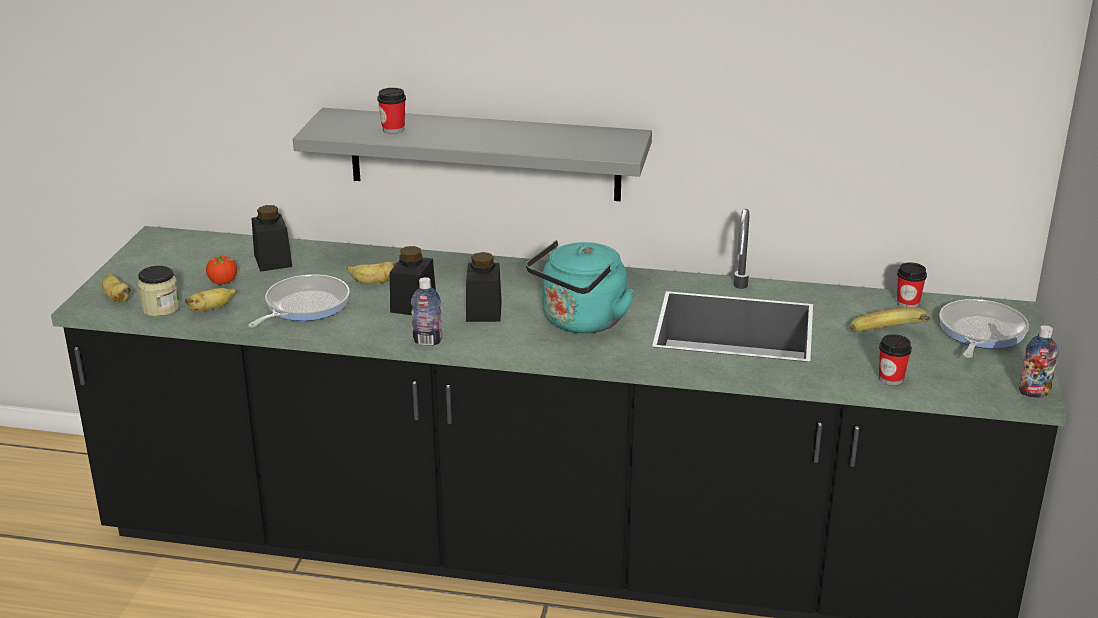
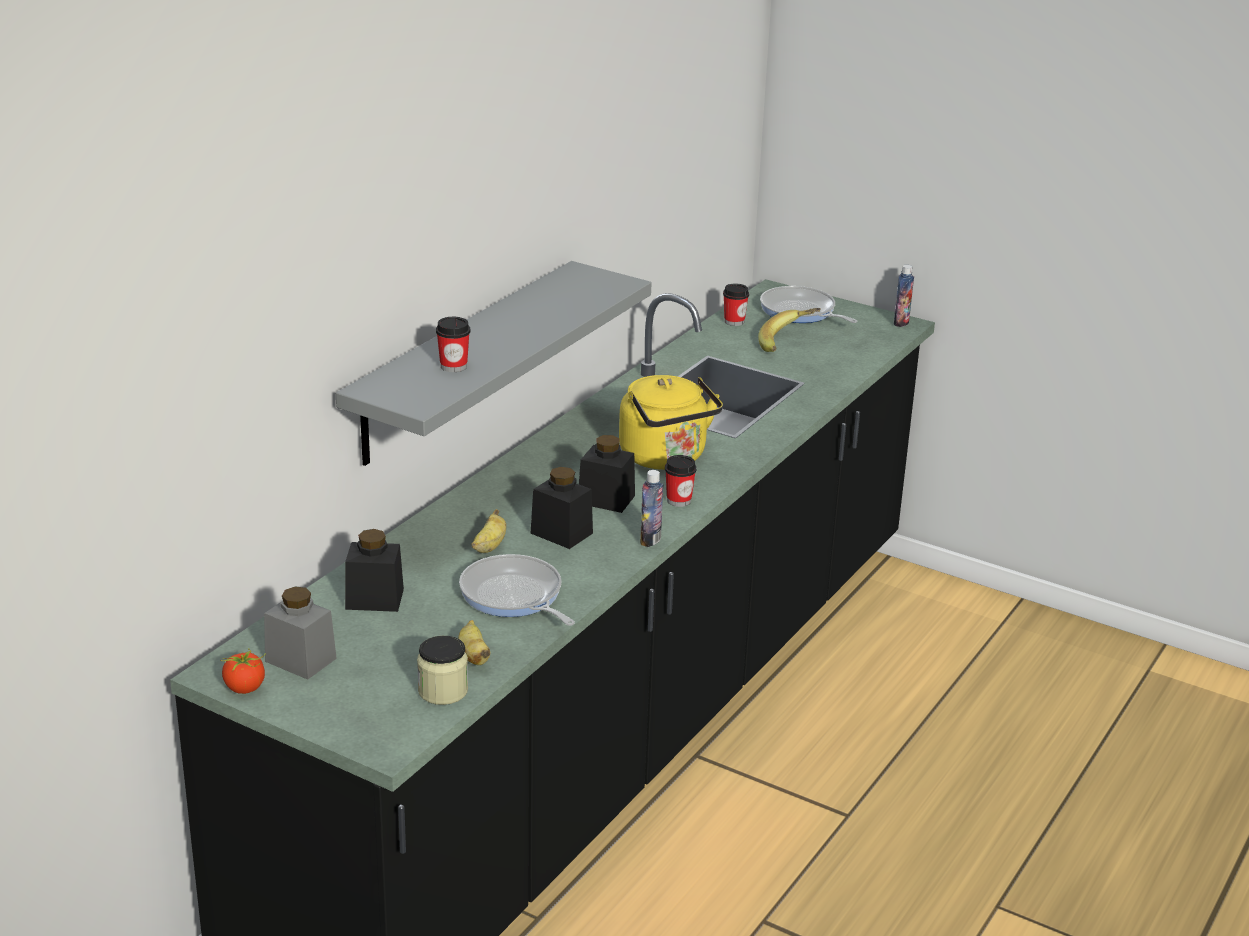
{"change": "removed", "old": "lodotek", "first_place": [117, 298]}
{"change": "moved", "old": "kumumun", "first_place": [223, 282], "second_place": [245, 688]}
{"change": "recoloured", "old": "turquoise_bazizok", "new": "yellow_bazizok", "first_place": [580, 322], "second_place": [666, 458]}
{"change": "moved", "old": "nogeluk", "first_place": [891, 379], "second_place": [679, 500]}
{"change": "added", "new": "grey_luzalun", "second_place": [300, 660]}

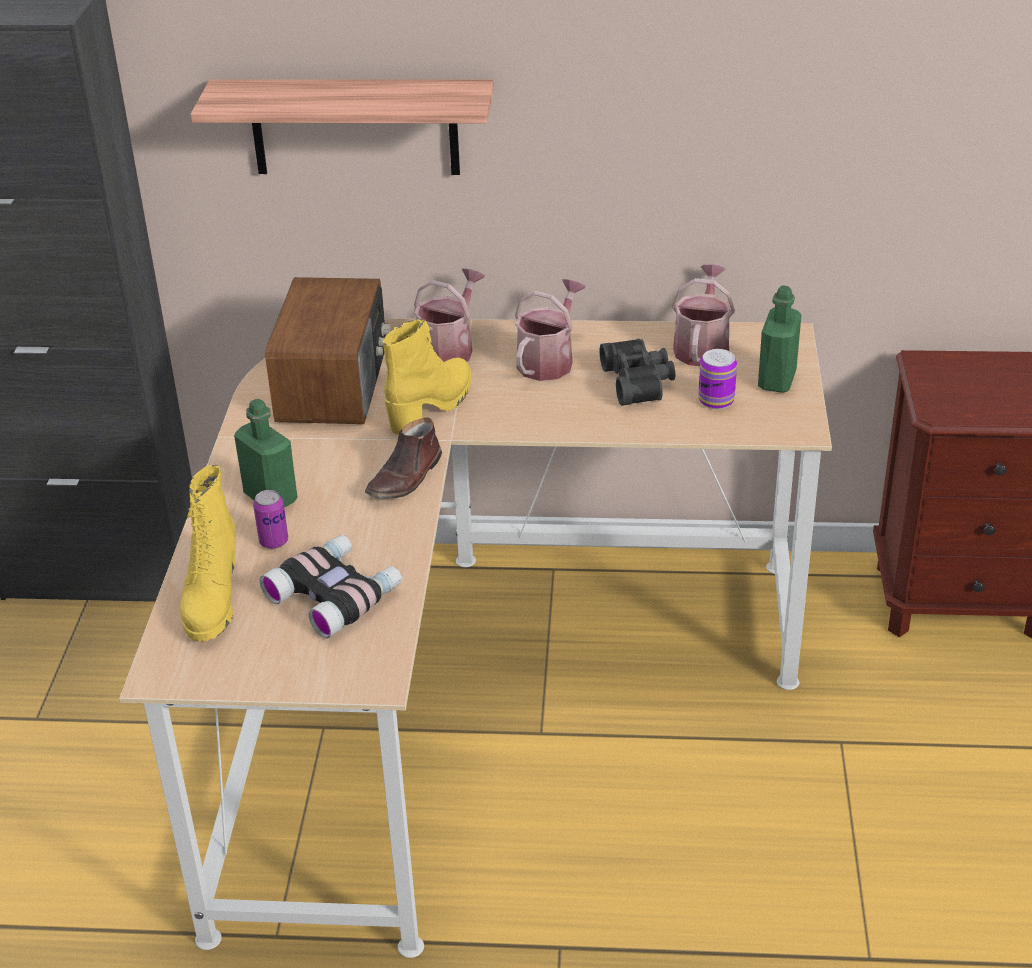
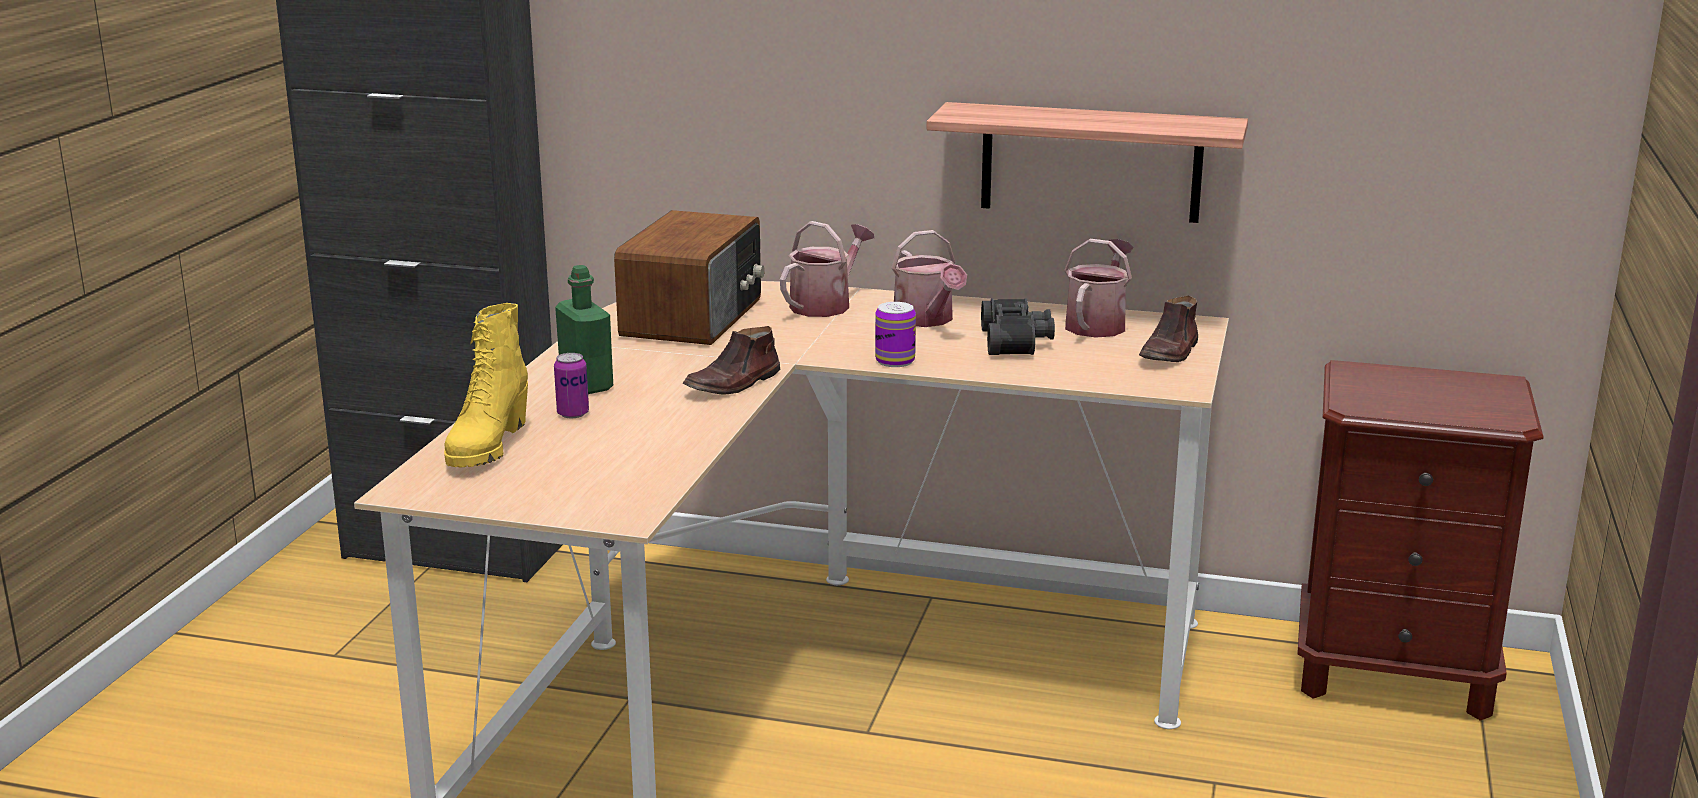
{"change": "moved", "old": "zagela", "first_place": [354, 126], "second_place": [1091, 162]}
{"change": "removed", "old": "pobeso", "first_place": [336, 594]}
{"change": "removed", "old": "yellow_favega", "first_place": [432, 406]}
{"change": "turned", "old": "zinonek", "first_place": [548, 360], "second_place": [926, 320], "degrees": 120}
{"change": "moved", "old": "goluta", "first_place": [716, 400], "second_place": [895, 361]}
{"change": "replaced", "old": "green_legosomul", "new": "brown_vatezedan", "first_place": [777, 380], "second_place": [1170, 352]}

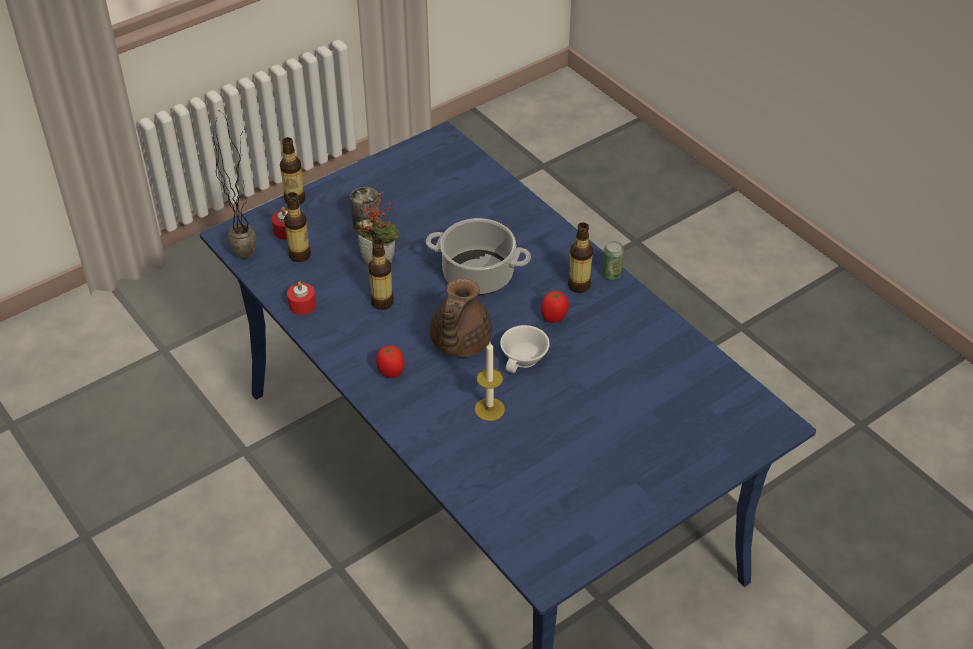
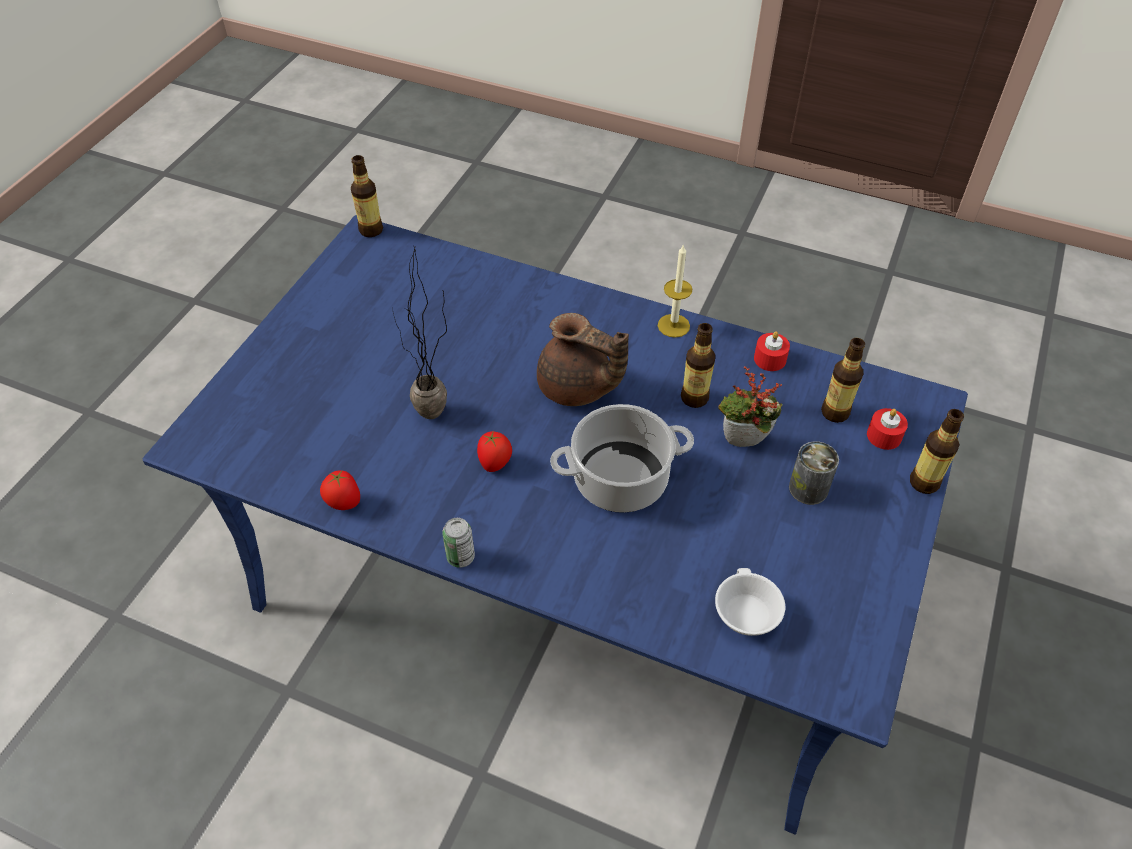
{"change": "moved", "old": "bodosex", "first_place": [246, 249], "second_place": [435, 421]}
{"change": "moved", "old": "kumumun", "first_place": [390, 372], "second_place": [343, 503]}
{"change": "turned", "old": "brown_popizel", "first_place": [459, 343], "second_place": [577, 388], "degrees": 135}
{"change": "moved", "old": "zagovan", "first_place": [489, 409], "second_place": [673, 325]}
{"change": "moved", "old": "white_nogeluk", "first_place": [525, 359], "second_place": [743, 615]}
{"change": "moved", "old": "legosomul", "first_place": [579, 285], "second_place": [371, 230]}

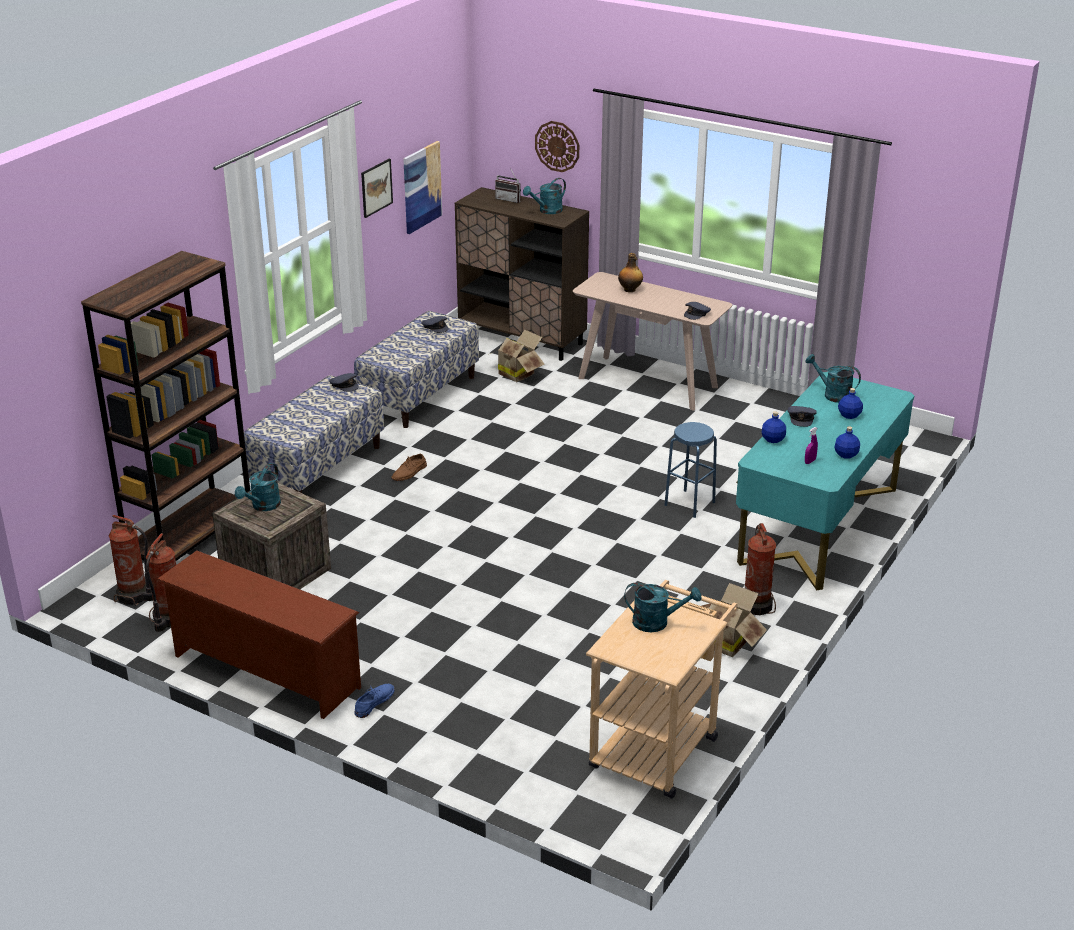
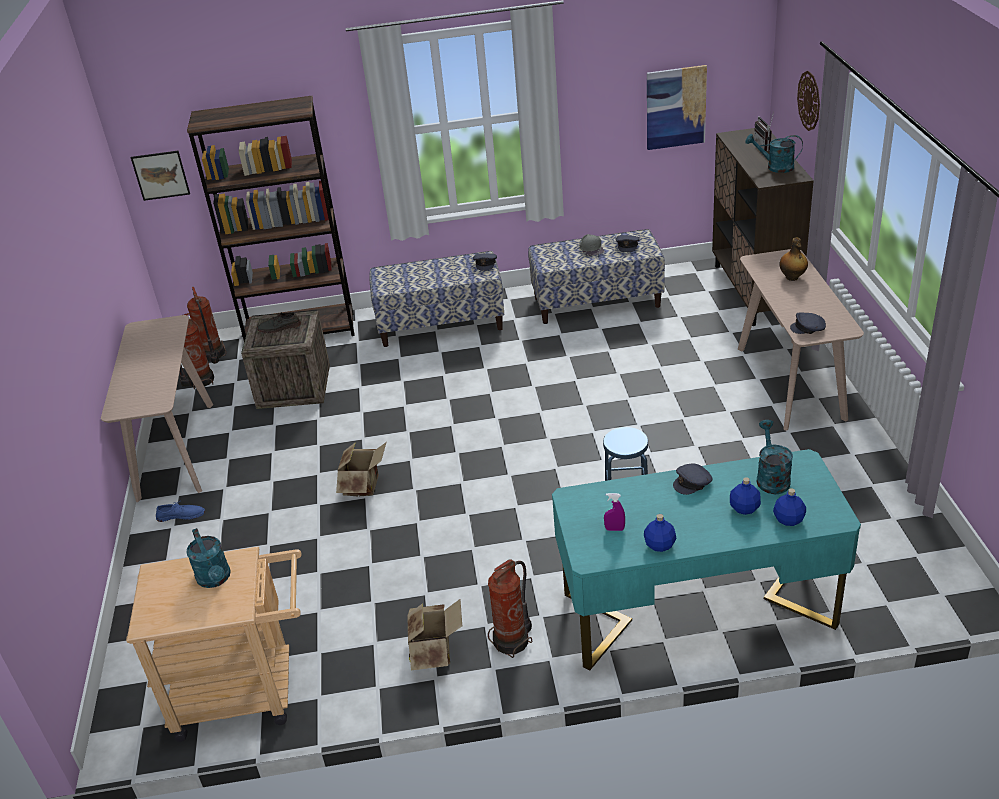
{"change": "replaced", "old": "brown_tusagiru", "new": "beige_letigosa", "first_place": [264, 672], "second_place": [175, 450]}
{"change": "replaced", "old": "turquoise_zinonek", "new": "grey_vatezedan", "first_place": [263, 506], "second_place": [279, 327]}
{"change": "moved", "old": "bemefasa", "first_place": [376, 187], "second_place": [161, 175]}
{"change": "removed", "old": "brown_vatezedan", "first_place": [409, 472]}
{"change": "moved", "old": "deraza", "first_place": [517, 373], "second_place": [364, 485]}
{"change": "moved", "old": "blue_legosomul", "first_place": [773, 439], "second_place": [789, 520]}
{"change": "added", "new": "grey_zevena", "second_place": [591, 248]}

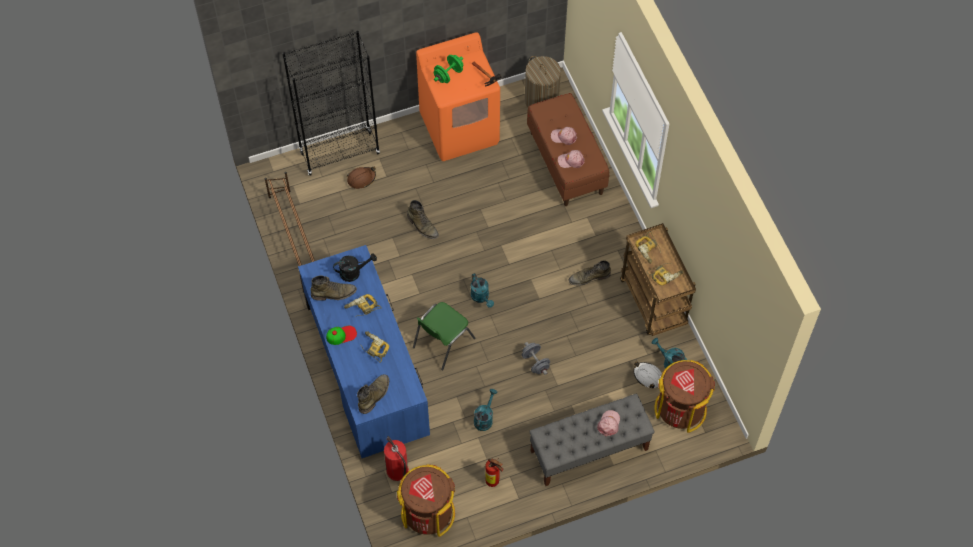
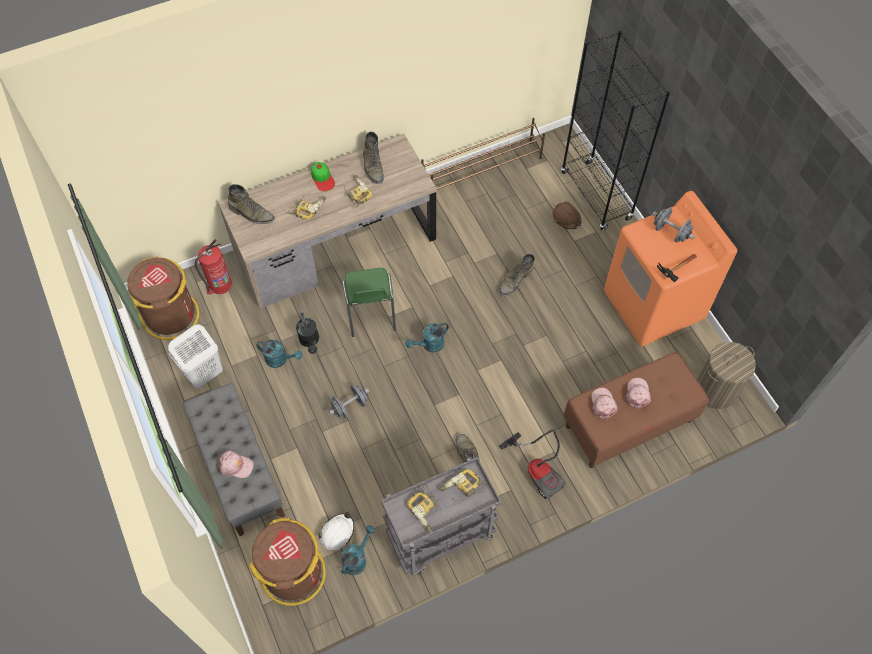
{"change": "recoloured", "old": "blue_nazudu", "new": "brown_nazudu", "first_place": [366, 369], "second_place": [335, 246]}
{"change": "moved", "old": "black_zinonek", "first_place": [354, 272], "second_place": [310, 341]}
{"change": "turned", "old": "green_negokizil", "first_place": [442, 343], "second_place": [370, 312], "degrees": -135}
{"change": "recoloured", "old": "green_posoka", "new": "grey_posoka", "first_place": [448, 75], "second_place": [670, 232]}
{"change": "replaced", "old": "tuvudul", "new": "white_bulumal", "first_place": [494, 482], "second_place": [204, 374]}
{"change": "recoloured", "old": "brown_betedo", "new": "grey_betedo", "first_place": [654, 303], "second_place": [440, 536]}
{"change": "added", "new": "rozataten", "second_place": [538, 470]}

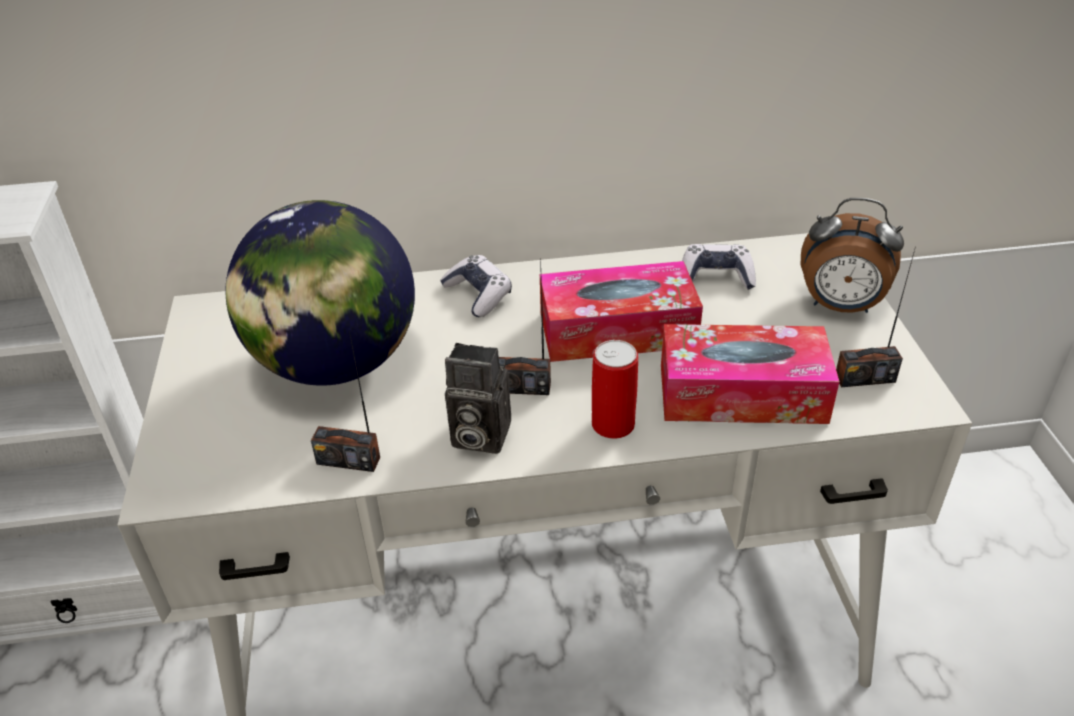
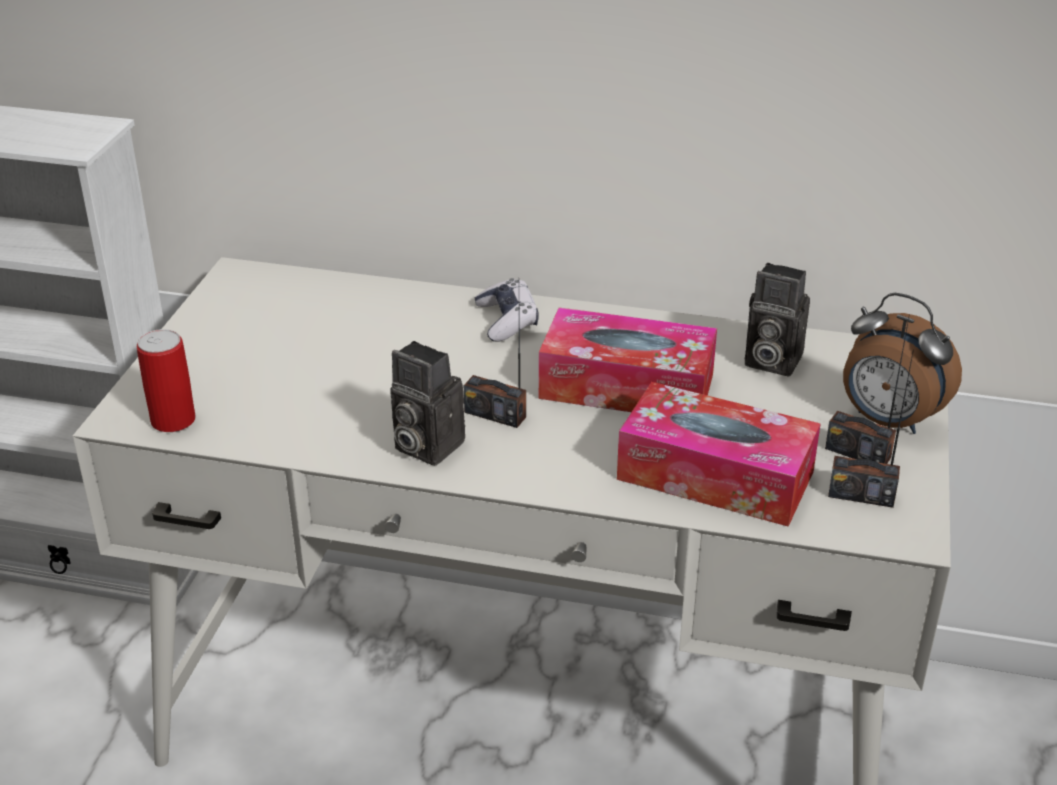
{"change": "removed", "old": "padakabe", "first_place": [335, 364]}
{"change": "moved", "old": "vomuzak", "first_place": [348, 460], "second_place": [858, 453]}
{"change": "moved", "old": "goluta", "first_place": [613, 424], "second_place": [173, 420]}
{"change": "replaced", "old": "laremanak", "new": "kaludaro", "first_place": [716, 277], "second_place": [769, 361]}

